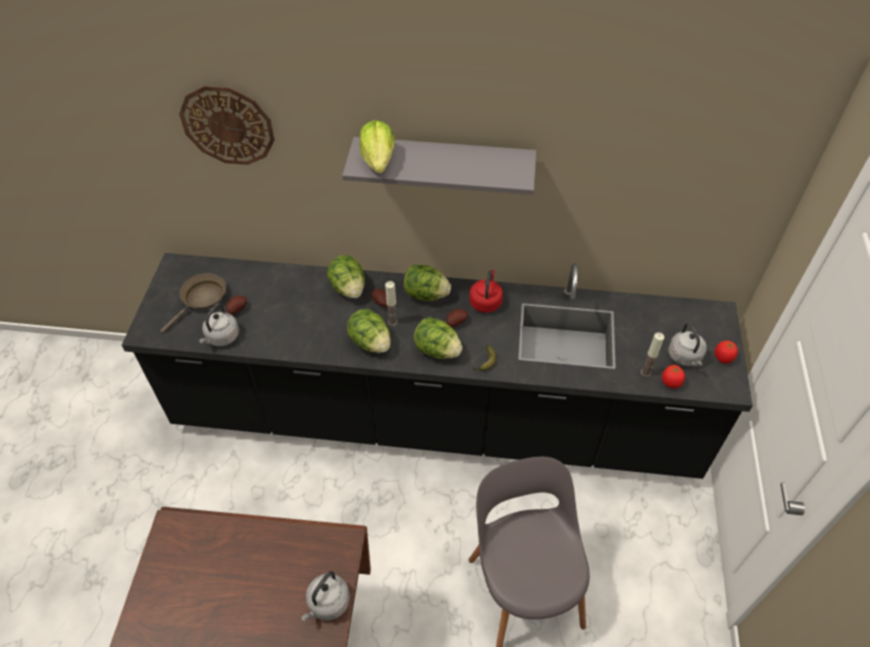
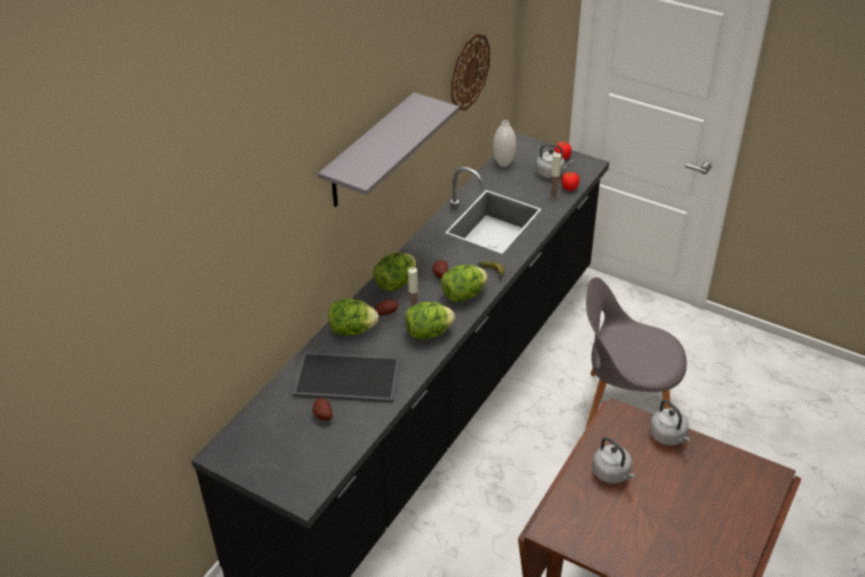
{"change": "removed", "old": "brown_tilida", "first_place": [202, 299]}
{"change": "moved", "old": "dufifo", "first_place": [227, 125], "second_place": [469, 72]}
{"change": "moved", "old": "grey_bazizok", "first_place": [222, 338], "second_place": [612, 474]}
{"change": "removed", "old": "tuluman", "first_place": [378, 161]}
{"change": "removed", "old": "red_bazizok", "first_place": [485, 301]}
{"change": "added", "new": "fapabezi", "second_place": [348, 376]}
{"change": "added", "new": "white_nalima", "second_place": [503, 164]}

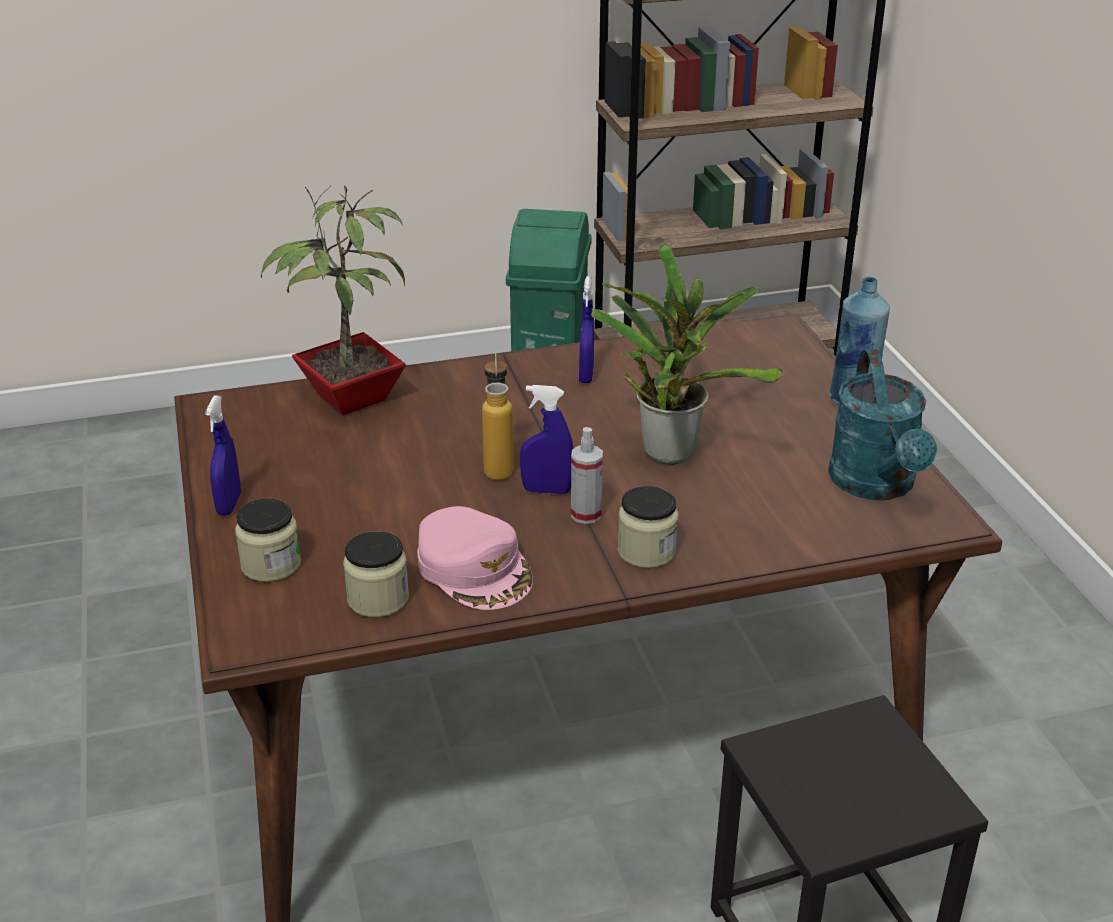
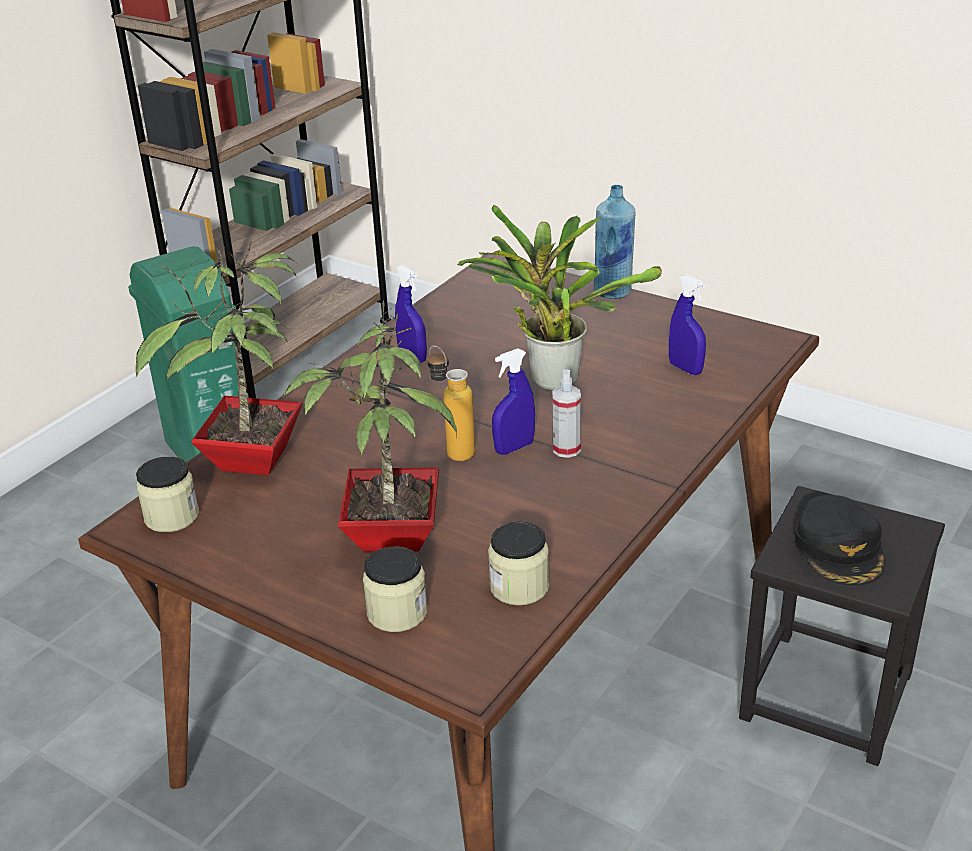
{"change": "moved", "old": "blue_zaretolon", "first_place": [229, 505], "second_place": [685, 368]}
{"change": "removed", "old": "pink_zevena", "first_place": [475, 568]}
{"change": "moved", "old": "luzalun", "first_place": [646, 551], "second_place": [172, 516]}
{"change": "removed", "old": "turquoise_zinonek", "first_place": [876, 486]}
{"change": "added", "new": "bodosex", "second_place": [388, 536]}
{"change": "added", "new": "black_zevena", "second_place": [840, 549]}

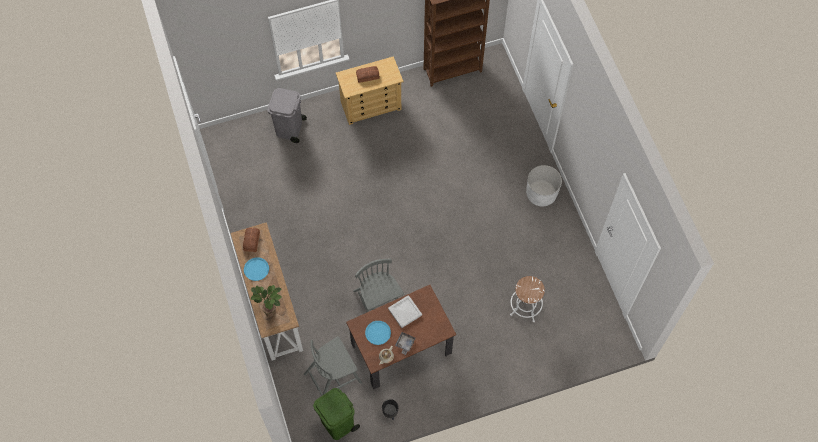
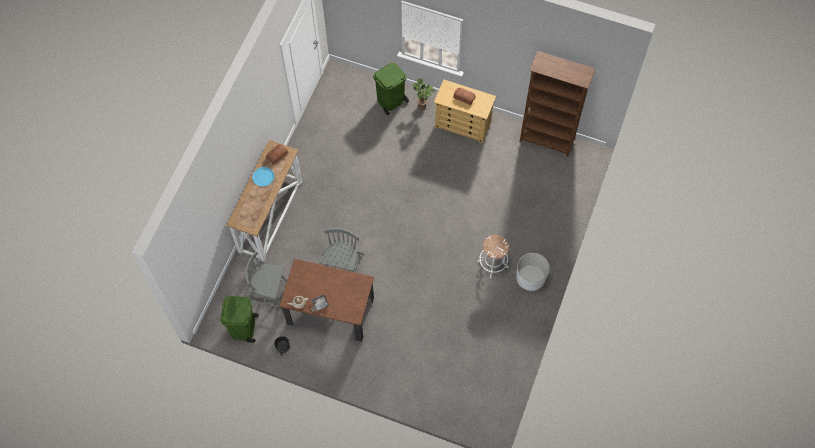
{"change": "moved", "old": "bodosex", "first_place": [272, 311], "second_place": [423, 107]}
{"change": "recoloured", "old": "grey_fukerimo", "new": "green_fukerimo", "first_place": [289, 129], "second_place": [390, 101]}
{"change": "removed", "old": "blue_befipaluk", "first_place": [378, 333]}
{"change": "removed", "old": "white_fapabezi", "first_place": [405, 312]}
{"change": "moved", "old": "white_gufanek", "first_place": [525, 307], "second_place": [493, 264]}

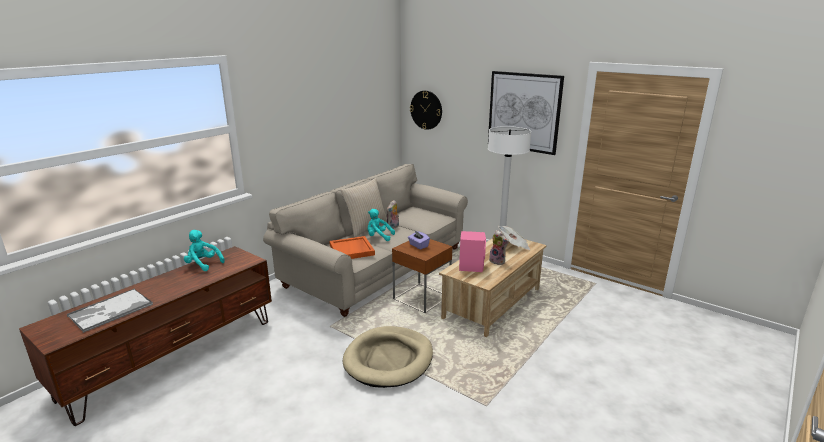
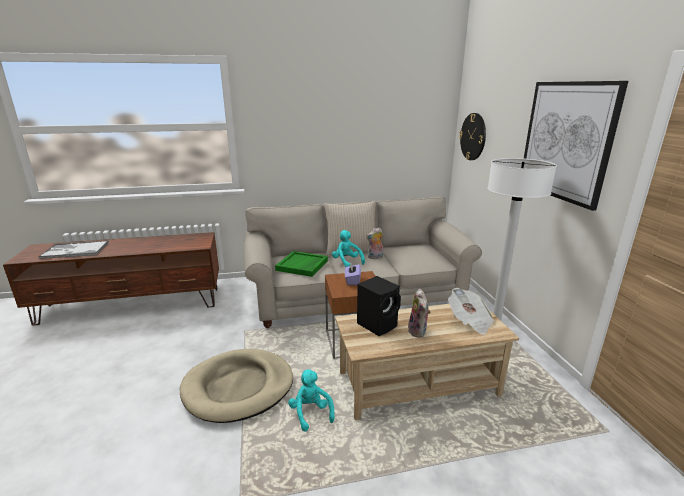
{"change": "moved", "old": "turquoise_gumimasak", "first_place": [203, 264], "second_place": [311, 413]}
{"change": "recoloured", "old": "orange_fapabezi", "new": "green_fapabezi", "first_place": [352, 250], "second_place": [302, 265]}
{"change": "recoloured", "old": "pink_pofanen", "new": "black_pofanen", "first_place": [471, 266], "second_place": [378, 324]}

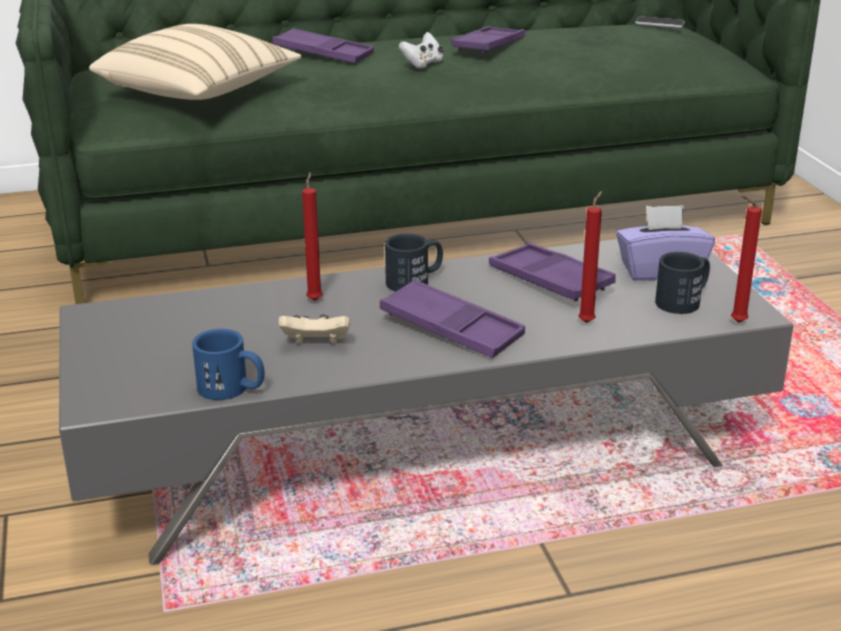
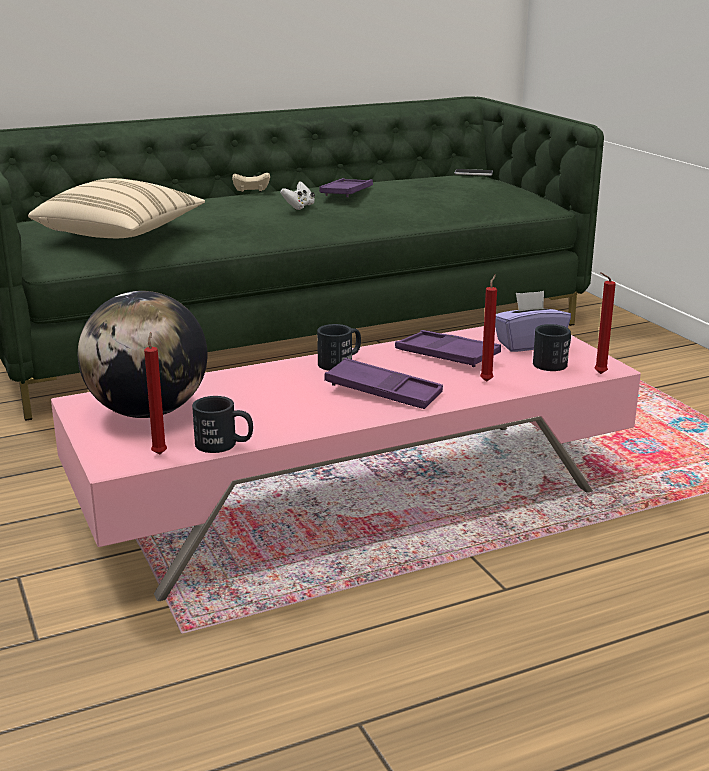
{"change": "recoloured", "old": "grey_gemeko", "new": "pink_gemeko", "first_place": [419, 451], "second_place": [353, 501]}
{"change": "recoloured", "old": "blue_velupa", "new": "black_velupa", "first_place": [232, 389], "second_place": [224, 444]}
{"change": "removed", "old": "purple_fapabezi", "first_place": [323, 54]}
{"change": "moved", "old": "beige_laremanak", "first_place": [316, 344], "second_place": [251, 192]}
{"change": "moved", "old": "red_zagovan", "first_place": [315, 299], "second_place": [160, 453]}
{"change": "added", "new": "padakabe", "second_place": [148, 412]}

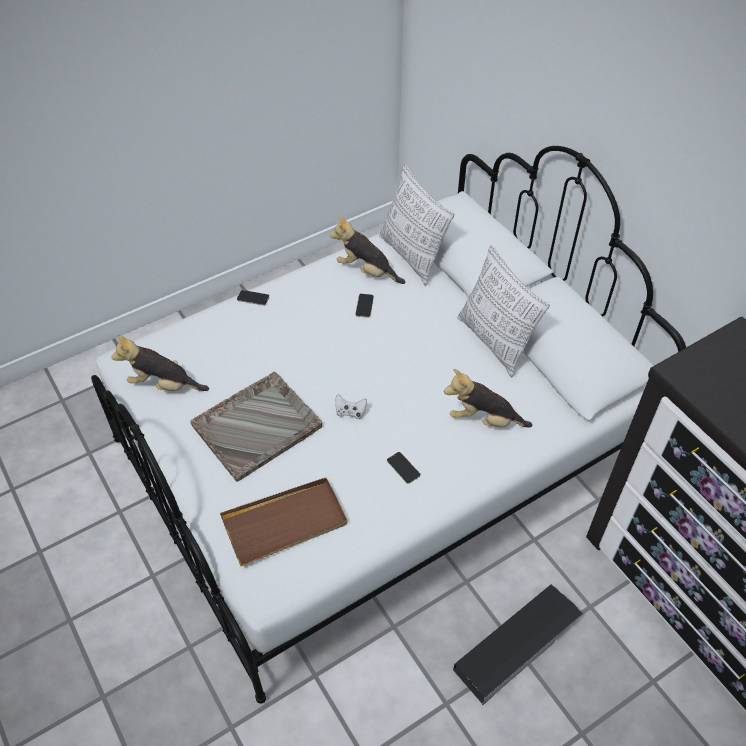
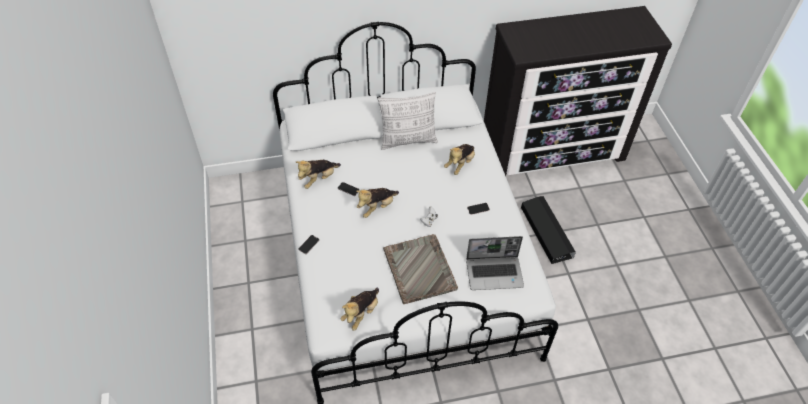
{"change": "replaced", "old": "brown_fapabezi", "new": "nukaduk", "first_place": [285, 523], "second_place": [495, 273]}
{"change": "removed", "old": "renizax", "first_place": [412, 256]}
{"change": "added", "new": "gumimasak", "second_place": [377, 207]}

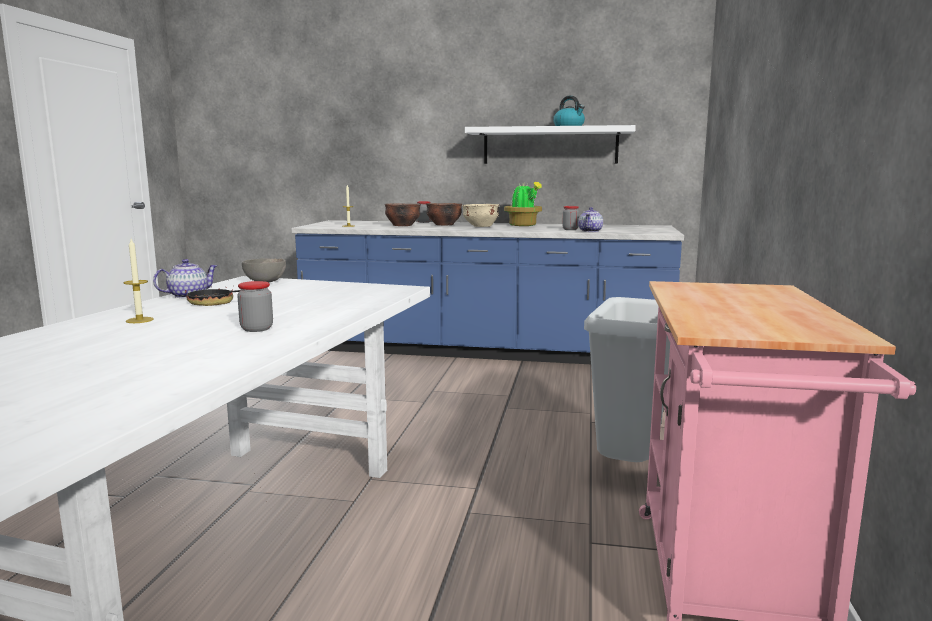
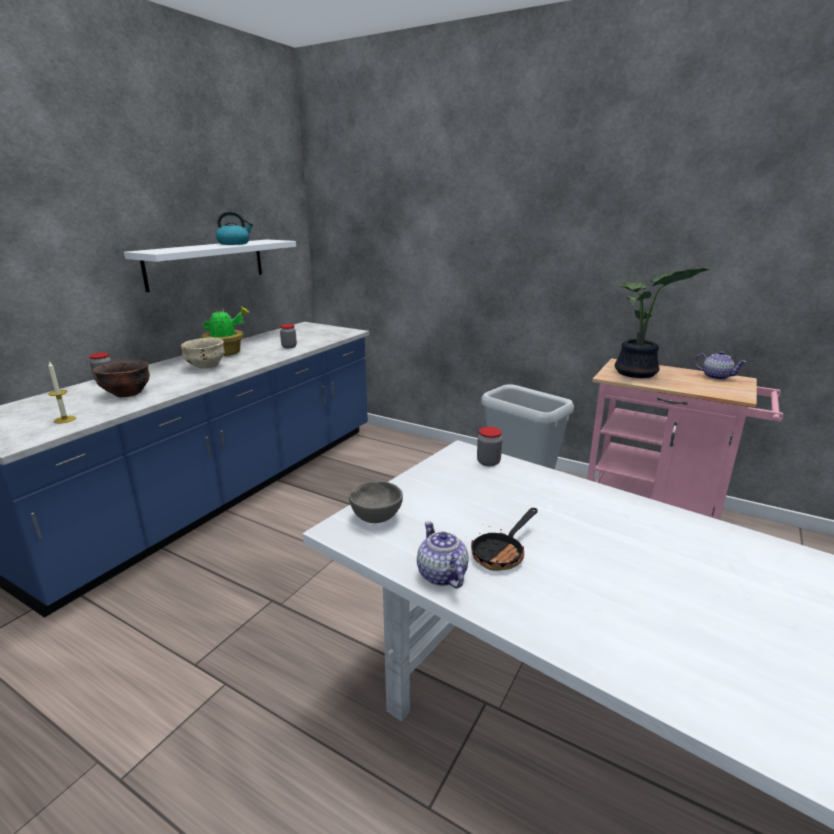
{"change": "removed", "old": "zagovan", "first_place": [139, 320]}
{"change": "moved", "old": "luzalun", "first_place": [257, 329], "second_place": [488, 462]}
{"change": "removed", "old": "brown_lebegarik", "first_place": [443, 225]}
{"change": "moved", "old": "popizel", "first_place": [590, 231], "second_place": [716, 377]}
{"change": "added", "new": "bodosex", "second_place": [637, 374]}

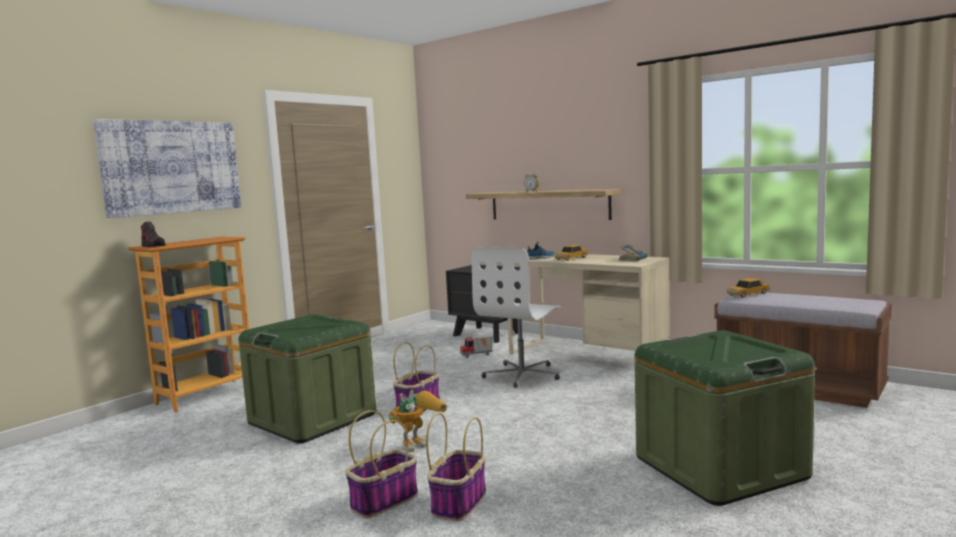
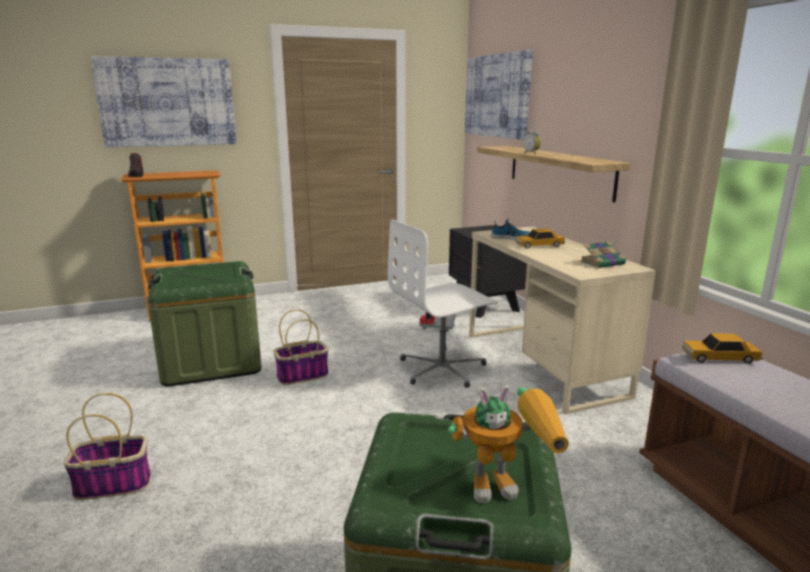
{"change": "moved", "old": "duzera", "first_place": [419, 443], "second_place": [508, 483]}
{"change": "removed", "old": "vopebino", "first_place": [459, 502]}
{"change": "added", "new": "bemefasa", "second_place": [498, 96]}

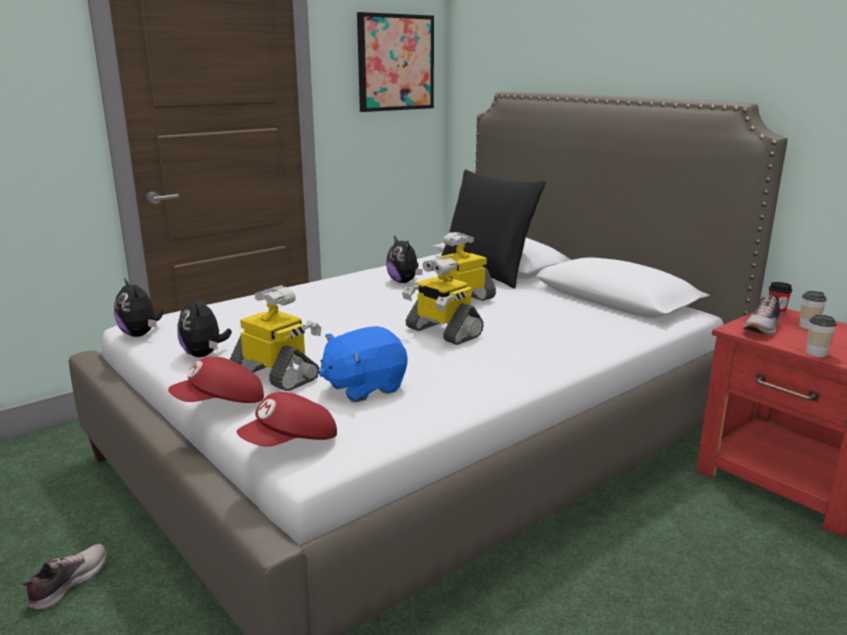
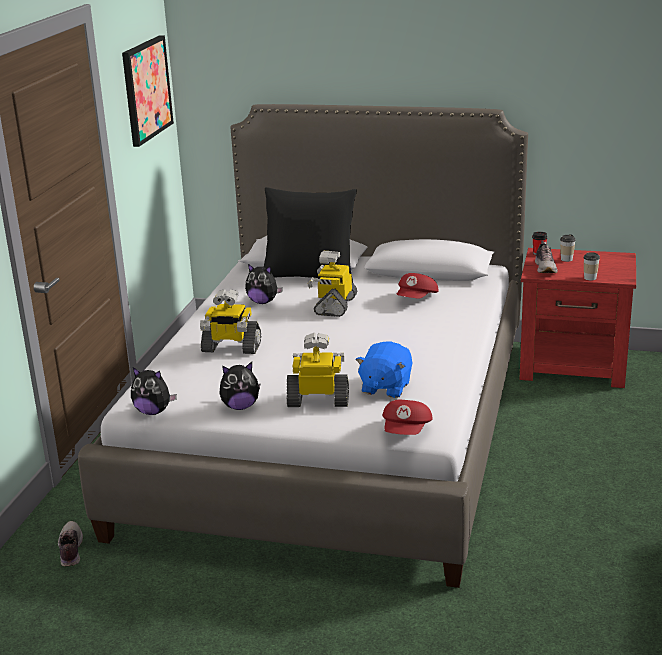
{"change": "moved", "old": "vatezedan", "first_place": [67, 583], "second_place": [70, 550]}
{"change": "moved", "old": "red_zevena", "first_place": [221, 403], "second_place": [417, 299]}
{"change": "turned", "old": "gumimasak", "first_place": [204, 355], "second_place": [240, 406], "degrees": -45}
{"change": "moved", "old": "duzera", "first_place": [442, 332], "second_place": [231, 348]}

